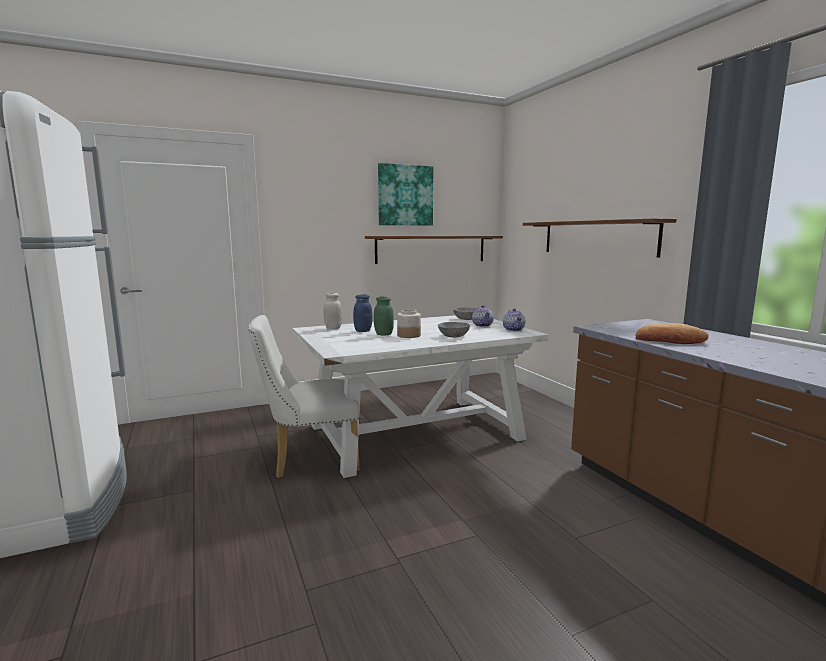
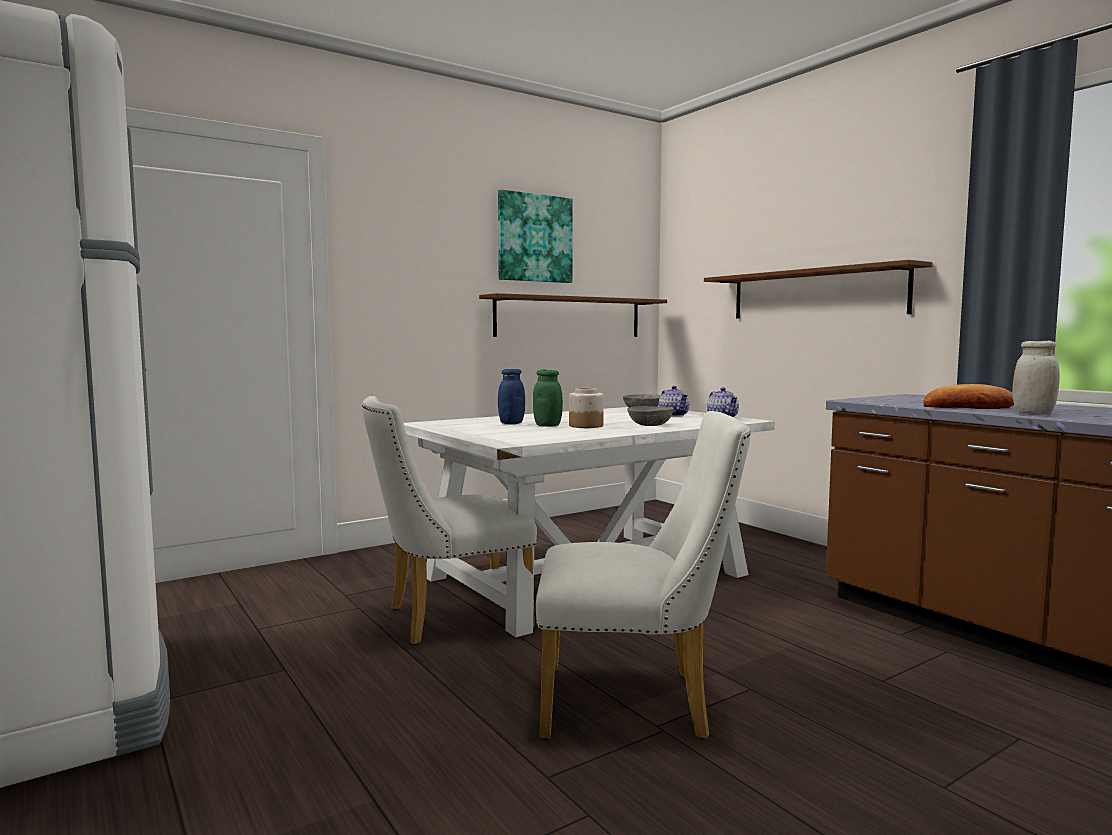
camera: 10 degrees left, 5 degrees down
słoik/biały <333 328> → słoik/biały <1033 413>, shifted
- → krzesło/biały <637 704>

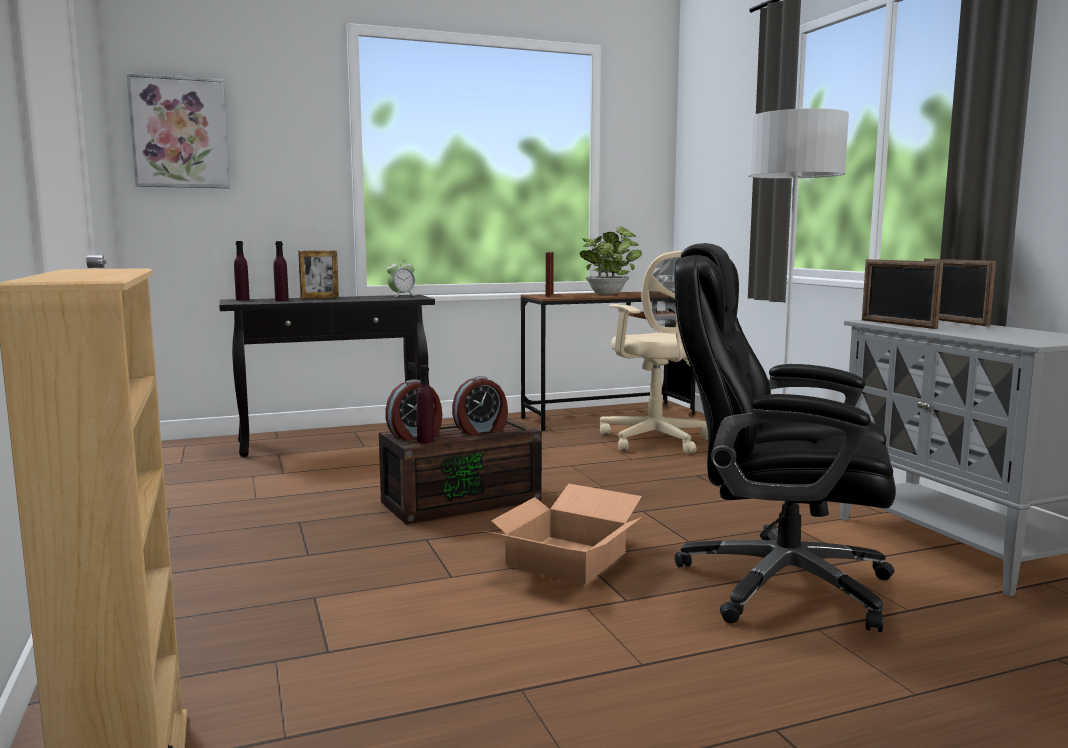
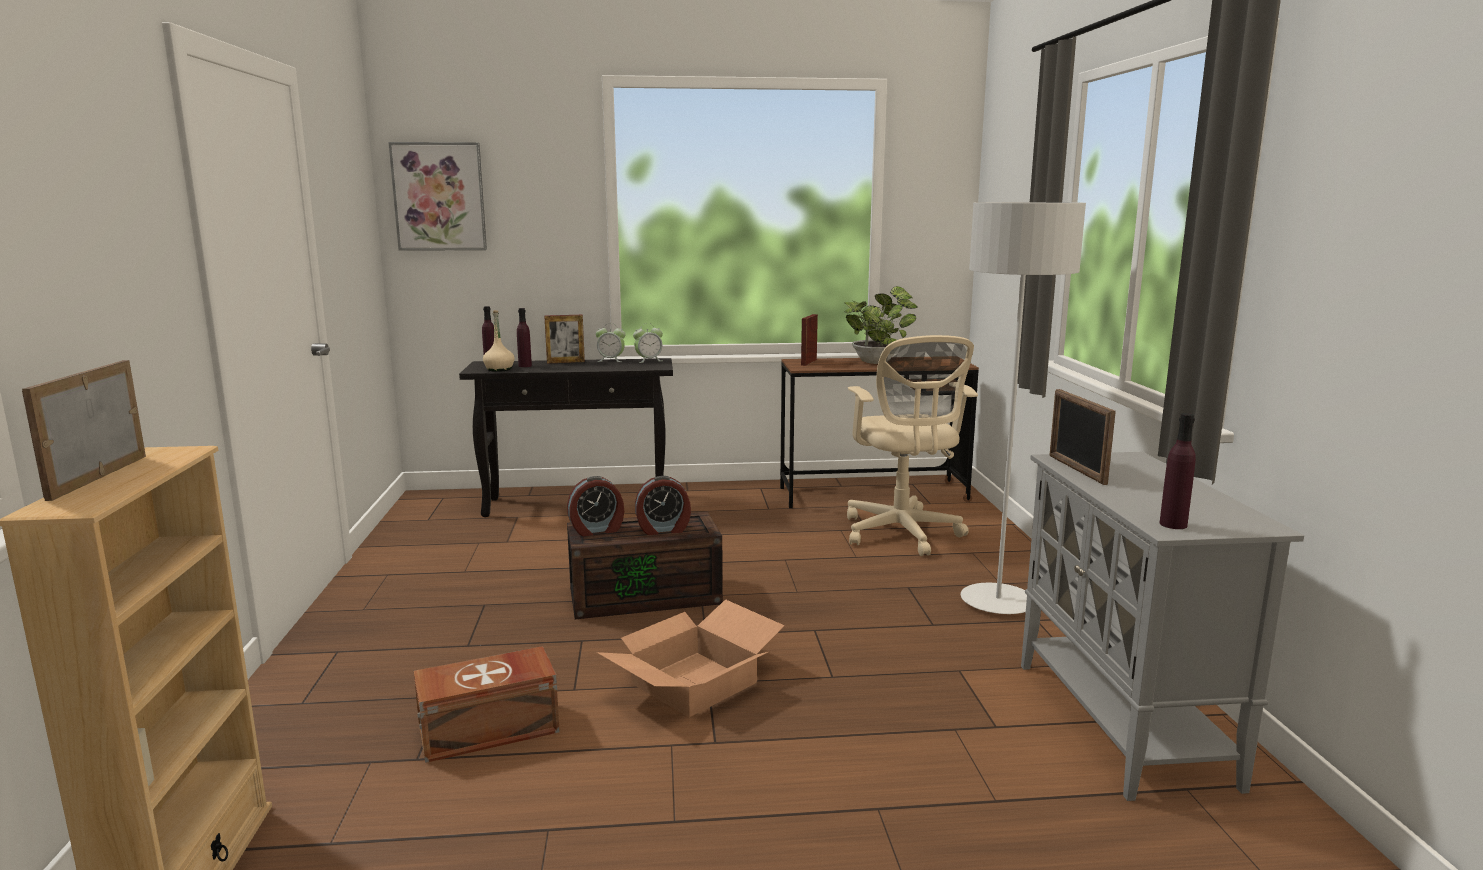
camera: 15 degrees right, 5 degrees up
butelka/fioletowy <425 441> → butelka/fioletowy <1173 524>, shifted
krzesło biurowe/czarny <778 584> → -
ramka na zdjęcie <952 321> → ramka na zdjęcie <98 477>, shifted
- → pojemnik do przechowywania/brązowy <491 730>
- → butelka/beżowy <499 369>
- → budzik <611 360>

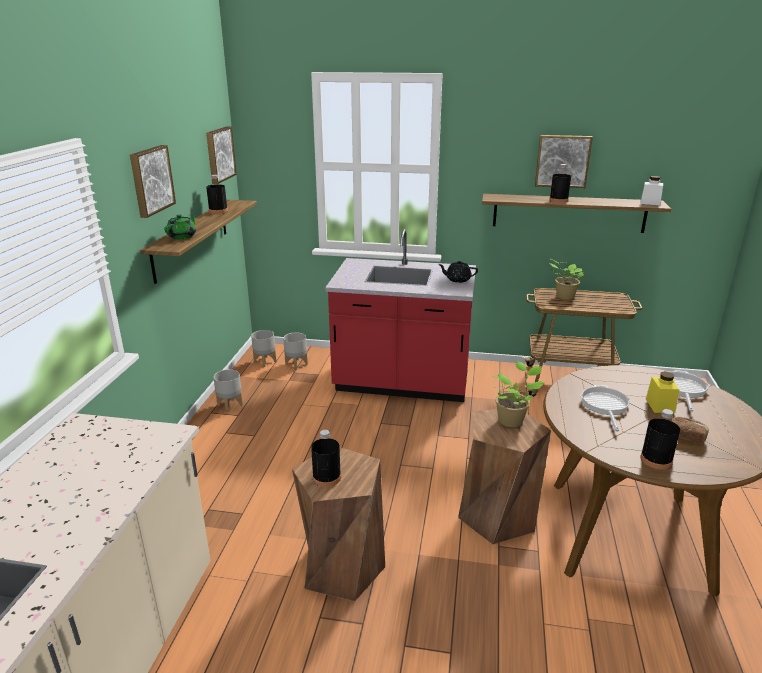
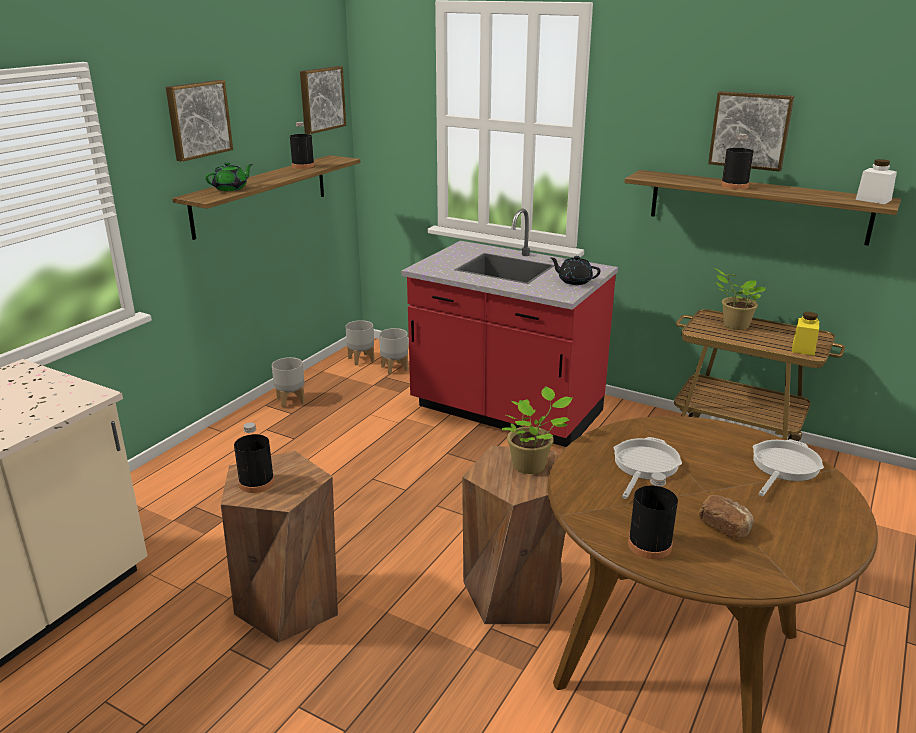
camera: 20 degrees right, 0 degrees up
słoik/żółty <660 406> → słoik/żółty <803 348>, shifted

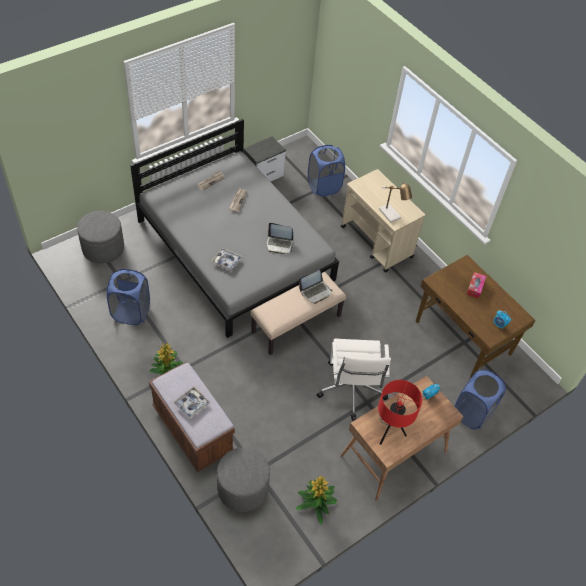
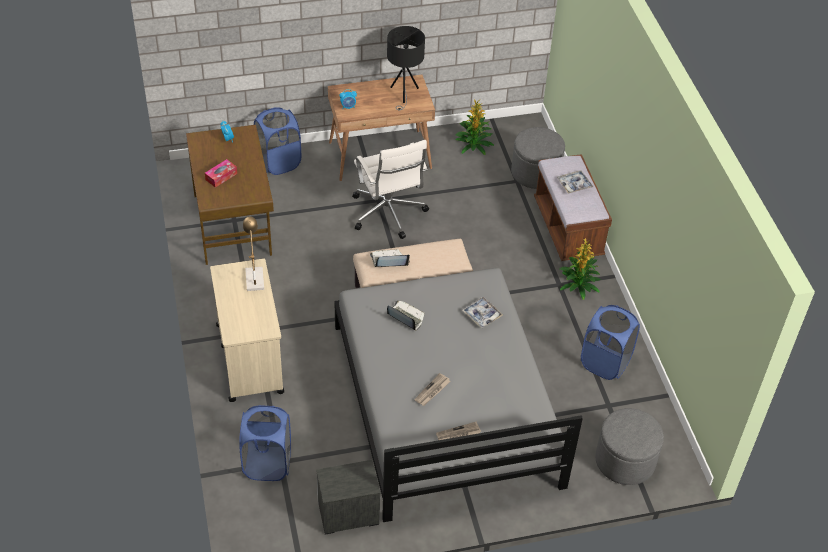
camera: 155 degrees left, 5 degrees down
krzesło biurowe/biały <351 390> → krzesło biurowe/biały <388 214>, 135 degrees clockwise
lampa stołowa/czerwony <389 431> → lampa stołowa/czarny <403 94>

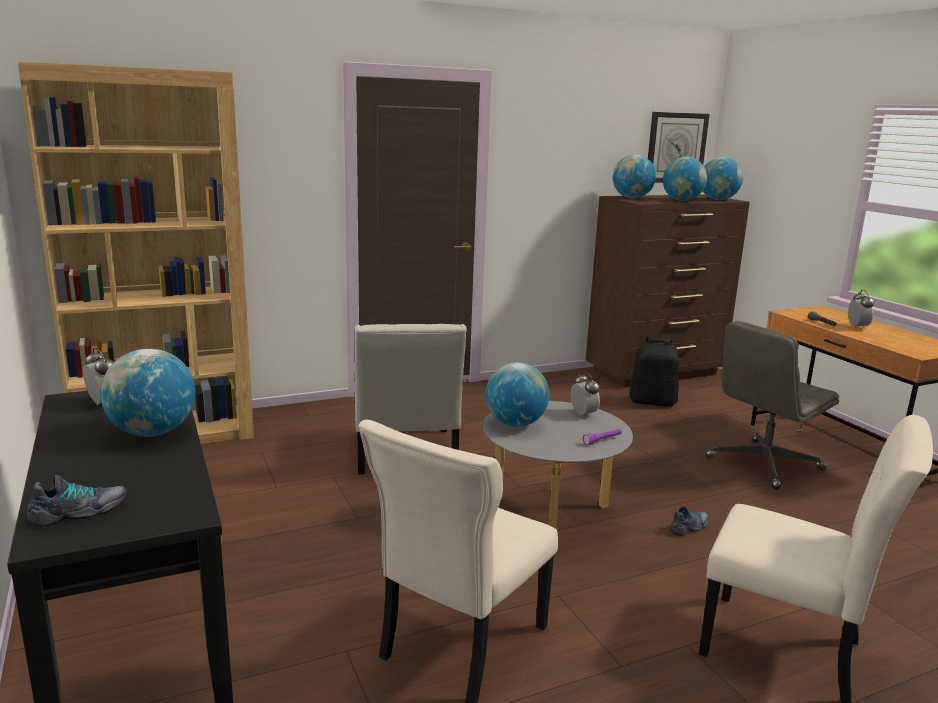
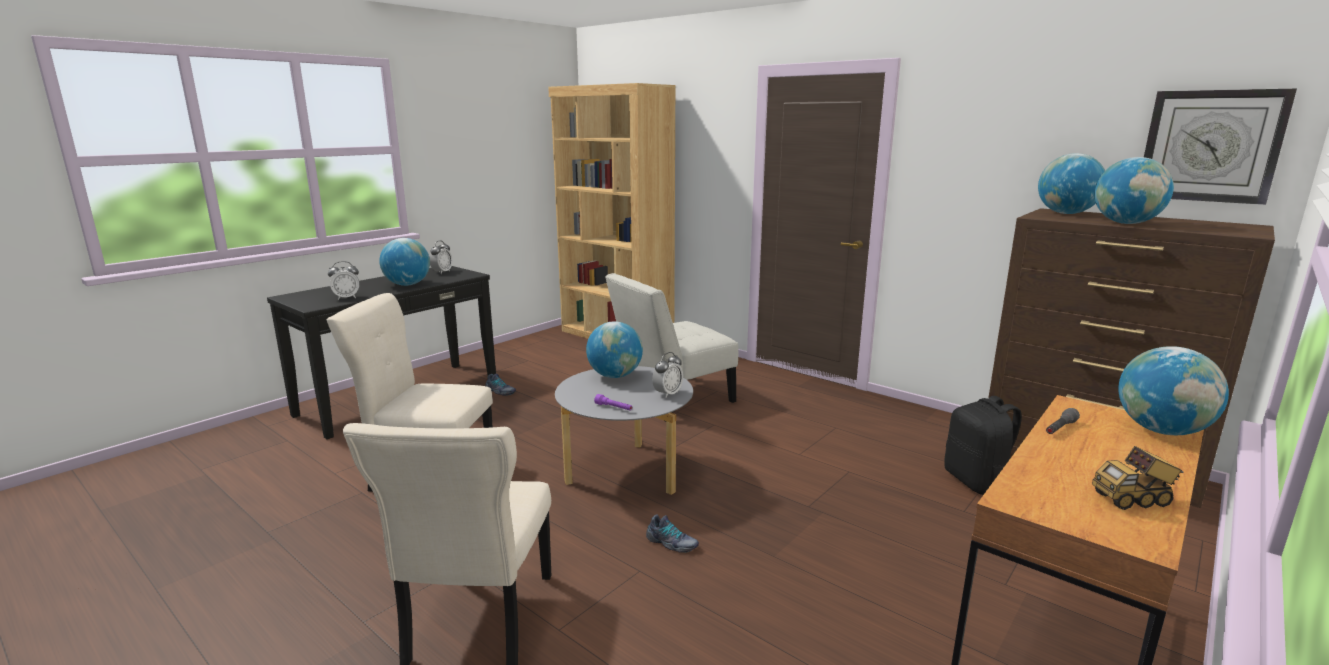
camera: 65 degrees right, 0 degrees up
but <80 512> → but <500 391>, shifted
globus <718 200> → globus <1161 431>, shifted
krzesło biurowe/szary <763 464> → -
budzik <857 327> → budzik <347 298>, shifted
- → ciężarówka zabawkowa <1133 499>

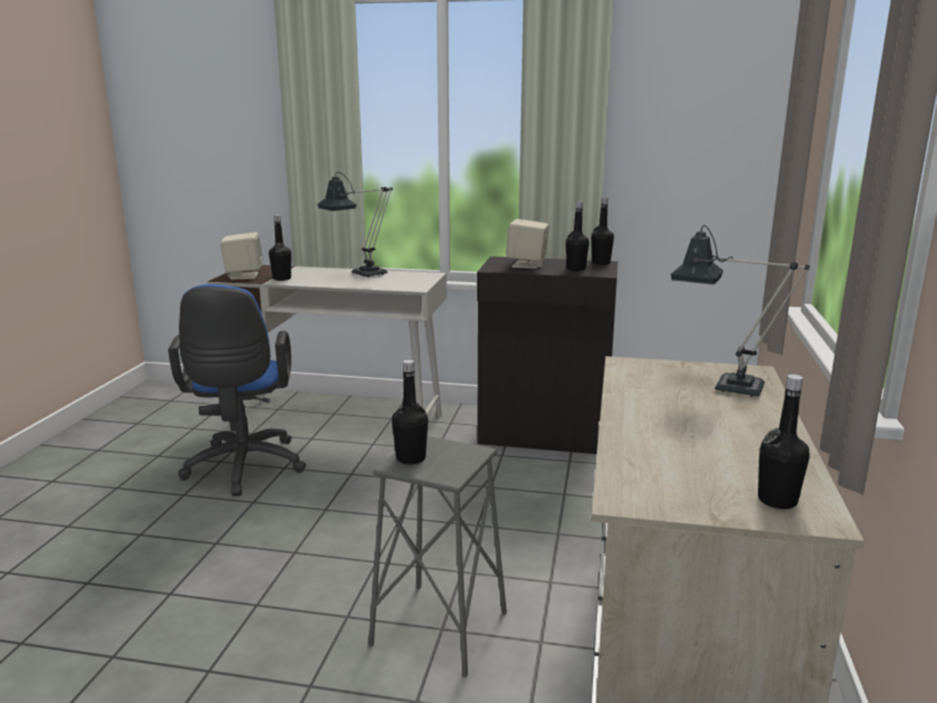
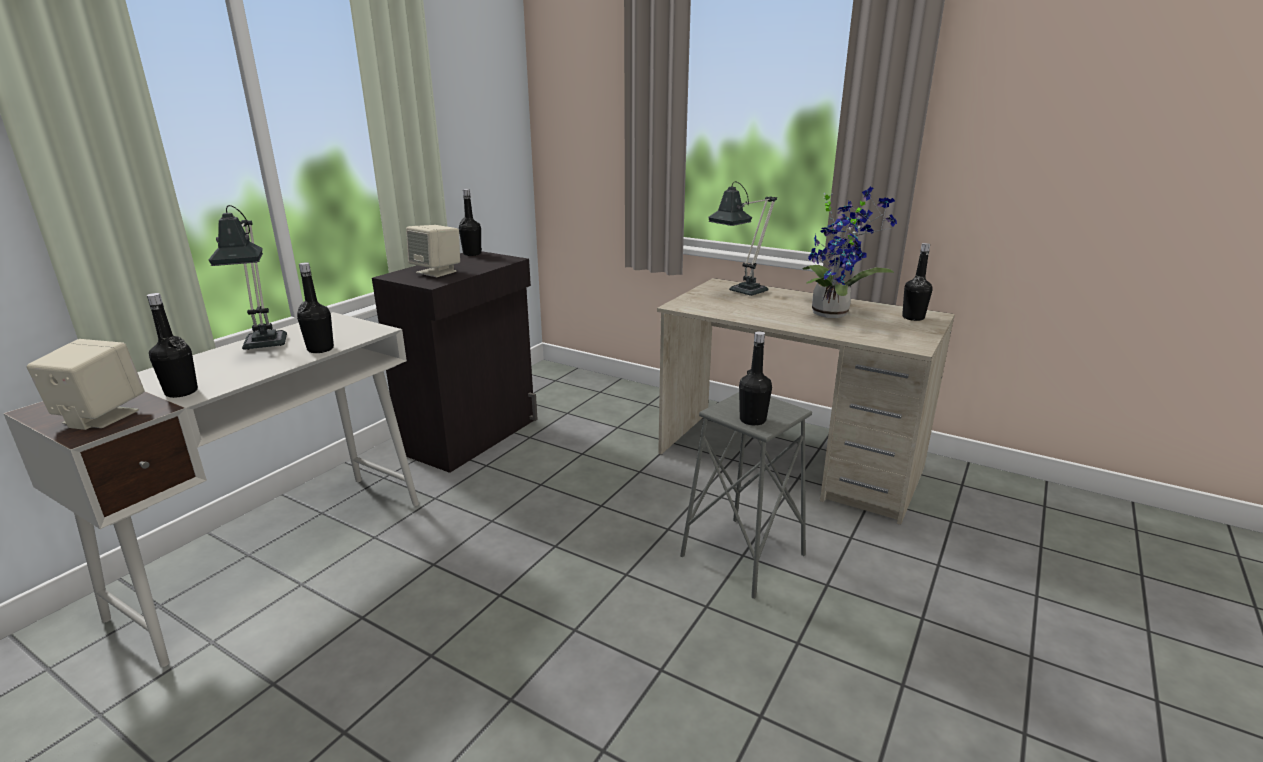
camera: 70 degrees left, 5 degrees up
krzesło biurowe/niebieski <244 469> → -
butelka/czarny <576 269> → butelka/czarny <320 349>, shifted
- → roślina doniczkowa <834 313>

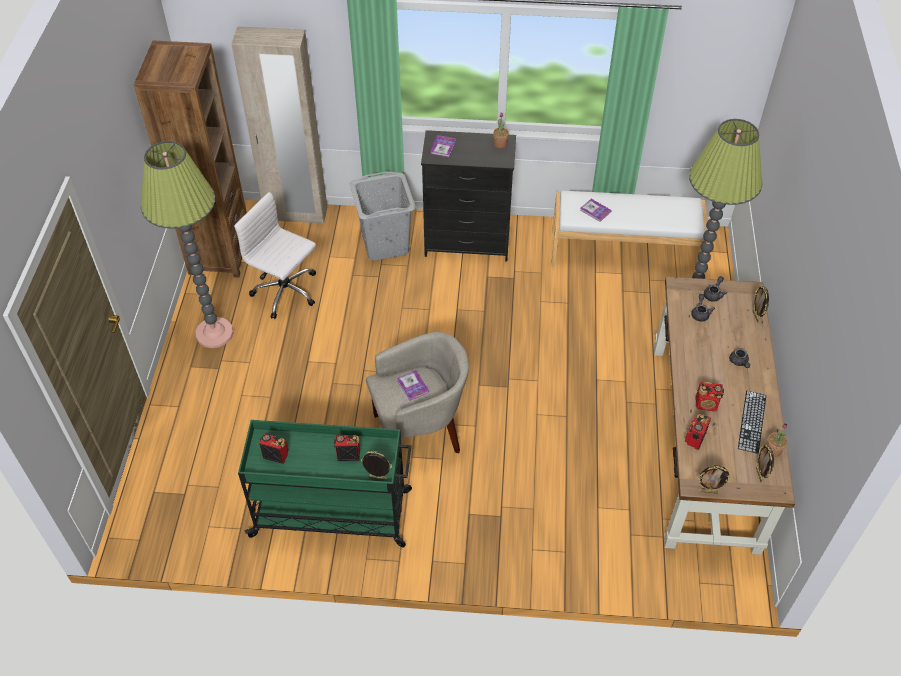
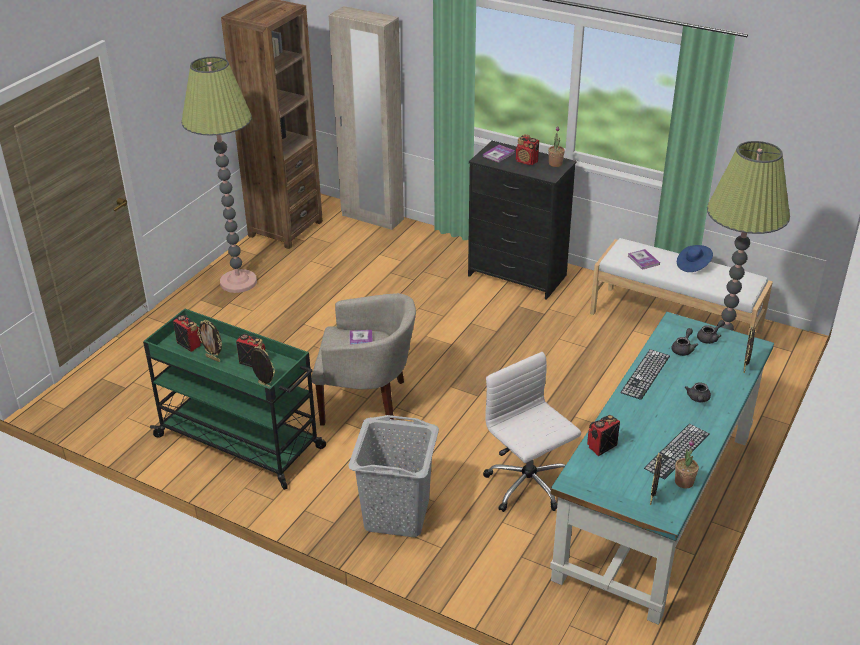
camera: 25 degrees right, 15 degrees down
krzesło biurowe/biały <286 292> → krzesło biurowe/biały <529 485>, shifted
kosz na pranie/szary <385 244> → kosz na pranie/szary <396 515>, shifted
biurko/brązowy <704 444> → biurko/turkusowy <656 505>
radio <706 404> → radio <527 161>, shifted
ramka na zdjęcie <708 491> → ramka na zdjęcie <213 358>, shifted
- → klawiatura <645 374>
- → kapelusz/niebieski <693 265>

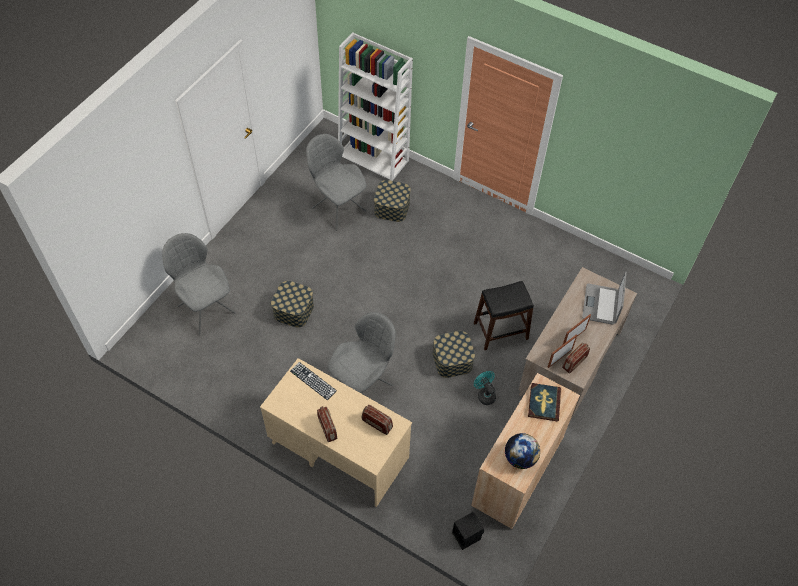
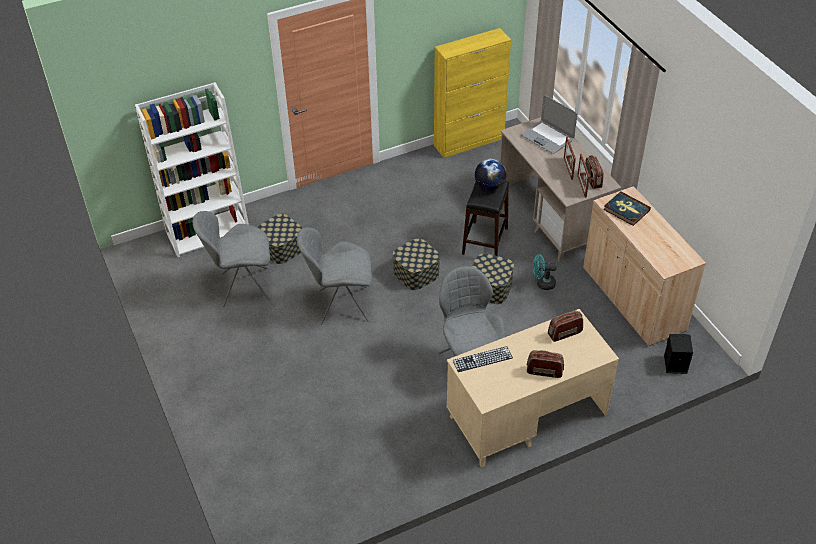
camera: 55 degrees left, 10 degrees down
krzesło/szary <205 308> → krzesło/szary <341 305>, shifted
pojemnik do przechowywania <293 310> → pojemnik do przechowywania <416 273>, shifted
globus <520 458> → globus <490 186>, shifted
- → szafka/żółty <469 142>

